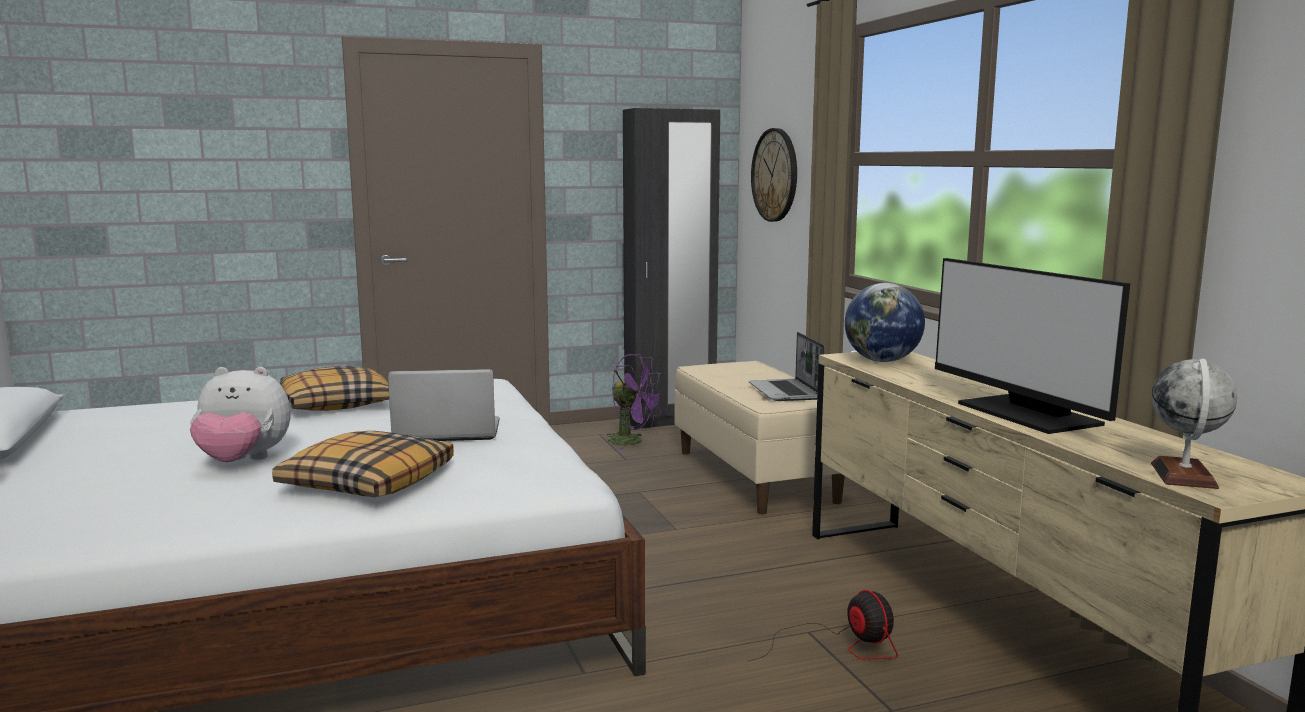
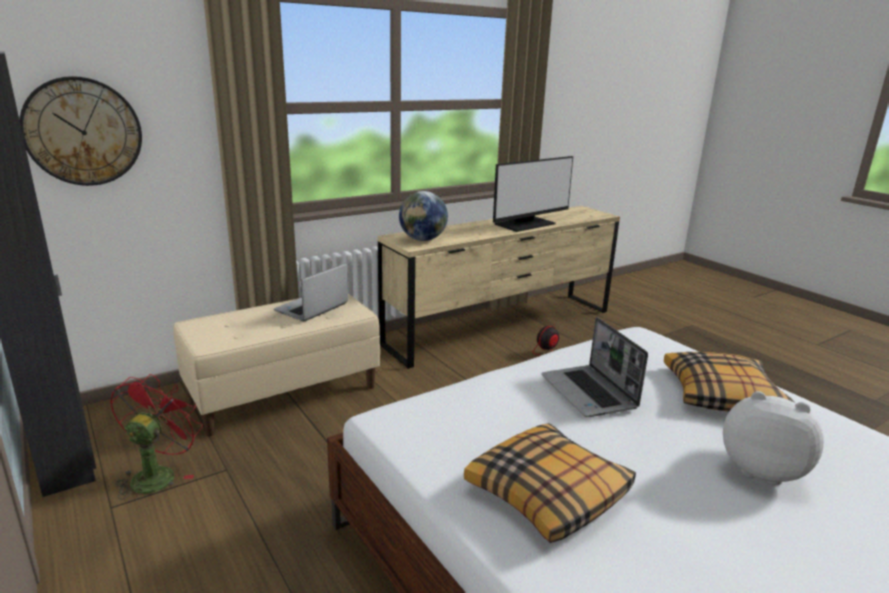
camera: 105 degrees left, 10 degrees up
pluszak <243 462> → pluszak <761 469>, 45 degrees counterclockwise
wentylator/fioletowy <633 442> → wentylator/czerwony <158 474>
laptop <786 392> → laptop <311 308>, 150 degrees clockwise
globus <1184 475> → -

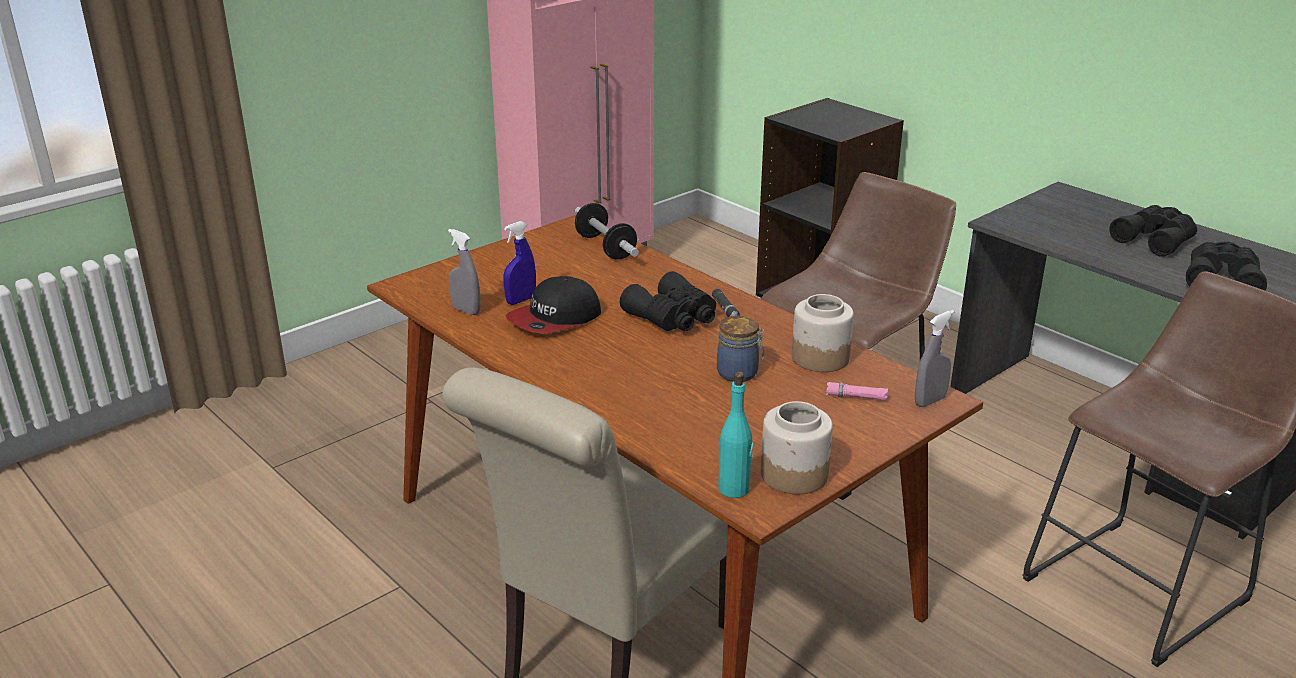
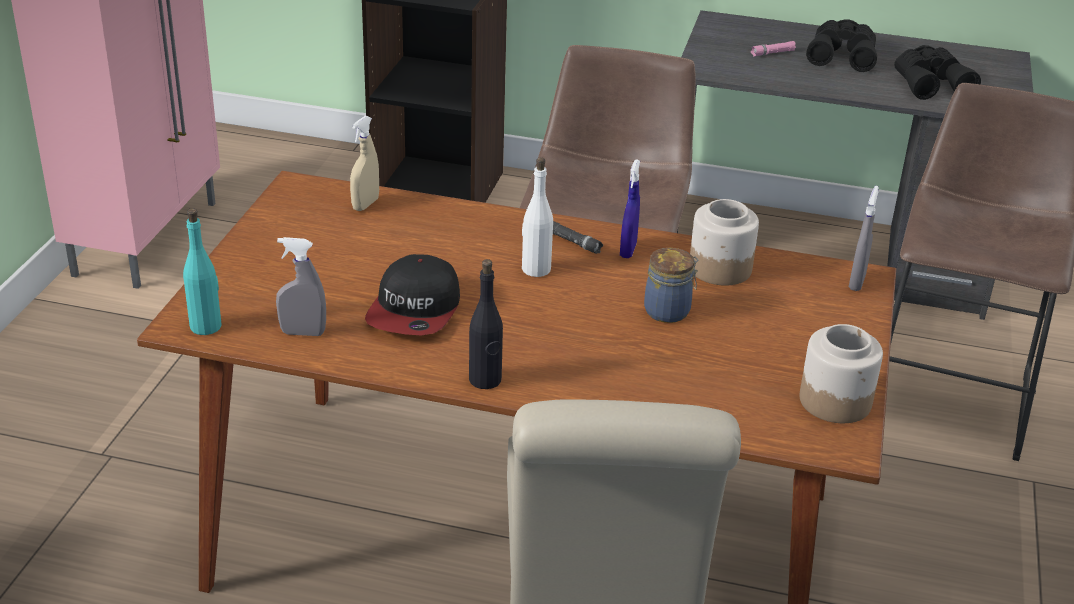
camera: 35 degrees left, 5 degrees up
spryskiwacz/niebieski <521 300> → spryskiwacz/niebieski <628 250>, shifted
hantel <605 247> → spryskiwacz/beżowy <365 204>
lornetka/czarny <673 318> → butelka/biały <535 269>
butelka/turkusowy <734 489> → butelka/turkusowy <206 326>, shifted
latarka/różowy <856 397> → latarka/różowy <772 53>, shifted
- → butelka/czarny <485 380>

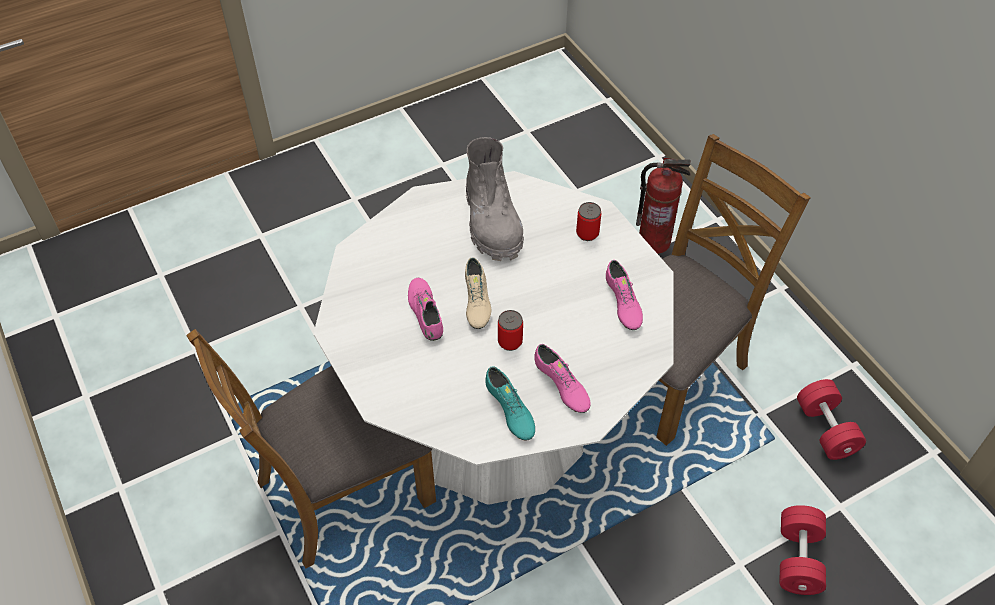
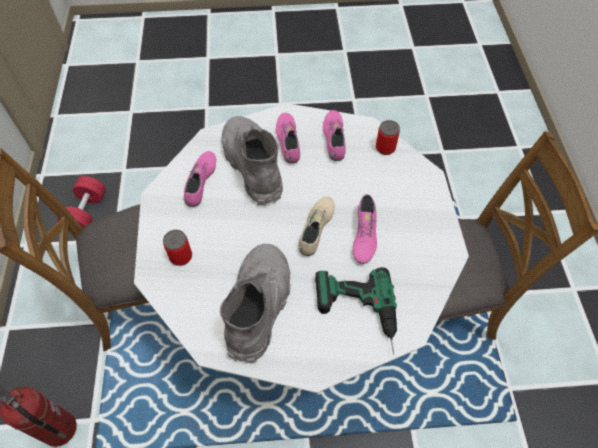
camera: 155 degrees left, 5 degrees up
but/turkusowy <509 411> → but/różowy <334 139>
puszka <510 341> → puszka <385 148>, shifted
hantel/czerwony <798 559> → -
- → but z cholewką/szary <253 166>
- → wiertarka <357 315>

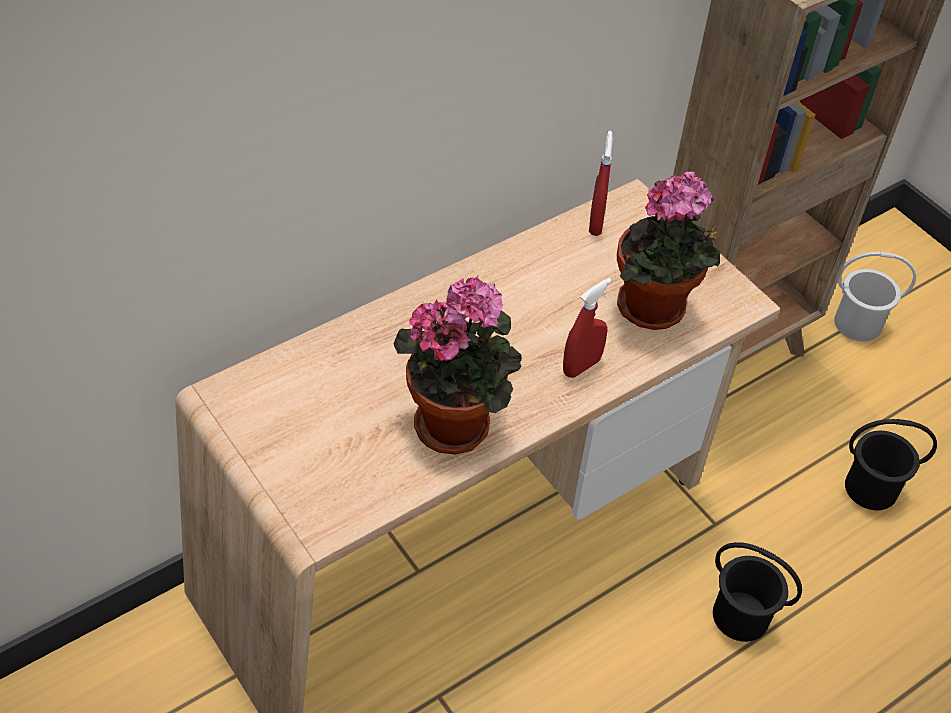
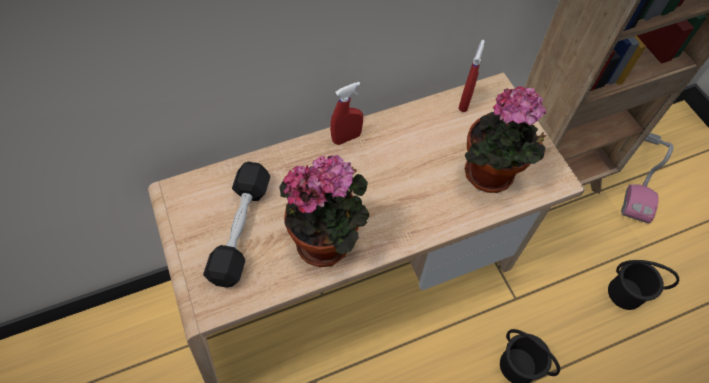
camera: 15 degrees right, 10 degrees up
spryskiwacz/czerwony <581 366> → spryskiwacz/czerwony <346 138>, shifted
wiadro/biały <857 323> → odkurzacz <641 176>
- → hantel/czarny <241 230>

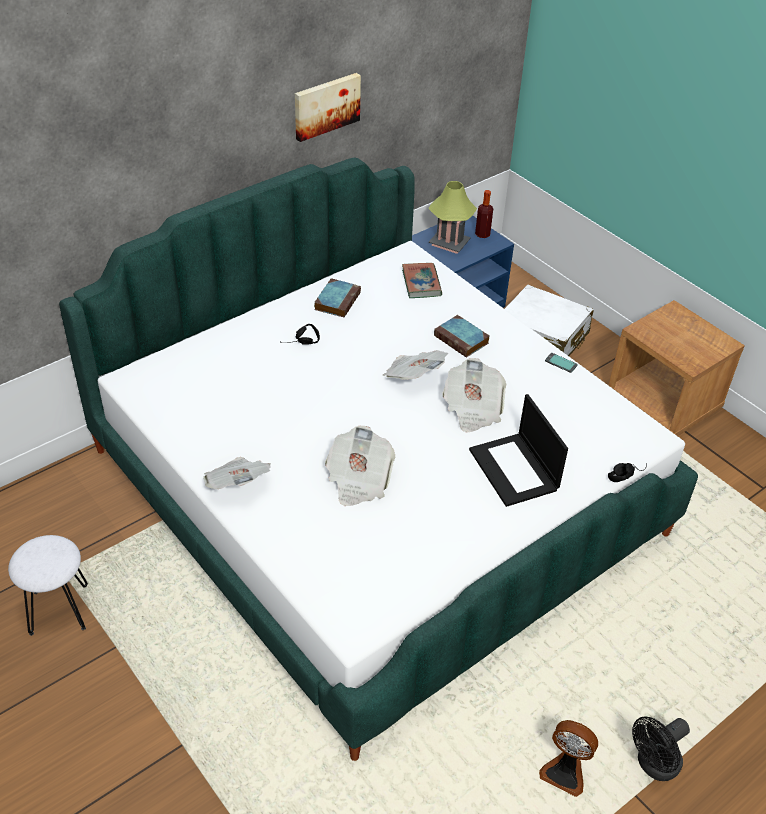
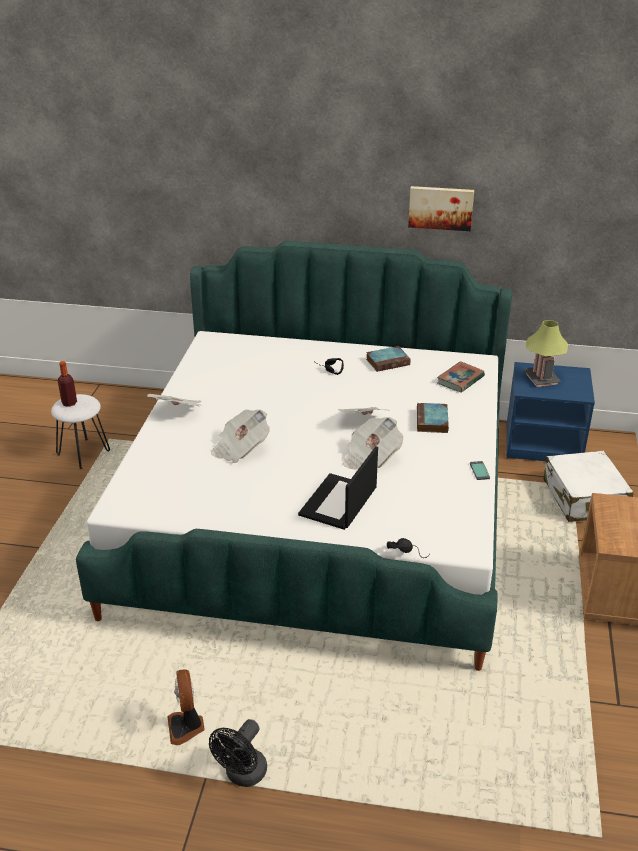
camera: 50 degrees right, 10 degrees down
butelka <482 234> → butelka <69 403>, shifted
wentylator/czarny <653 765> → wentylator/czarny <242 775>, 75 degrees counterclockwise

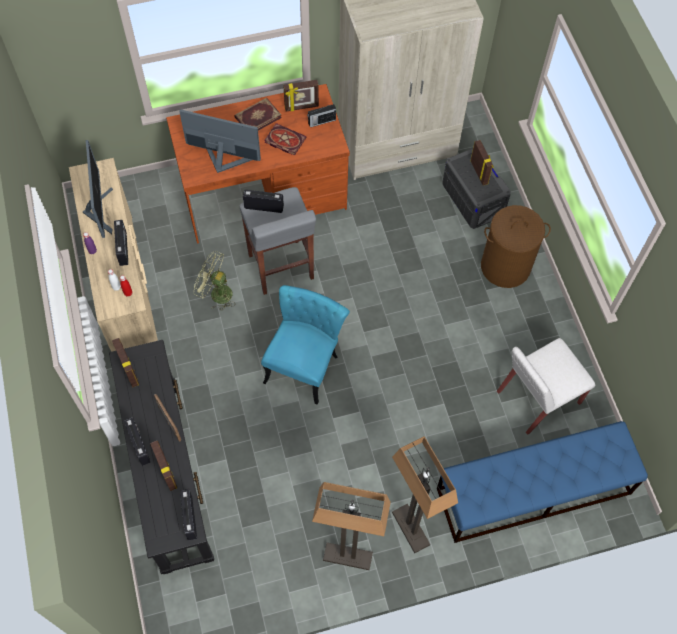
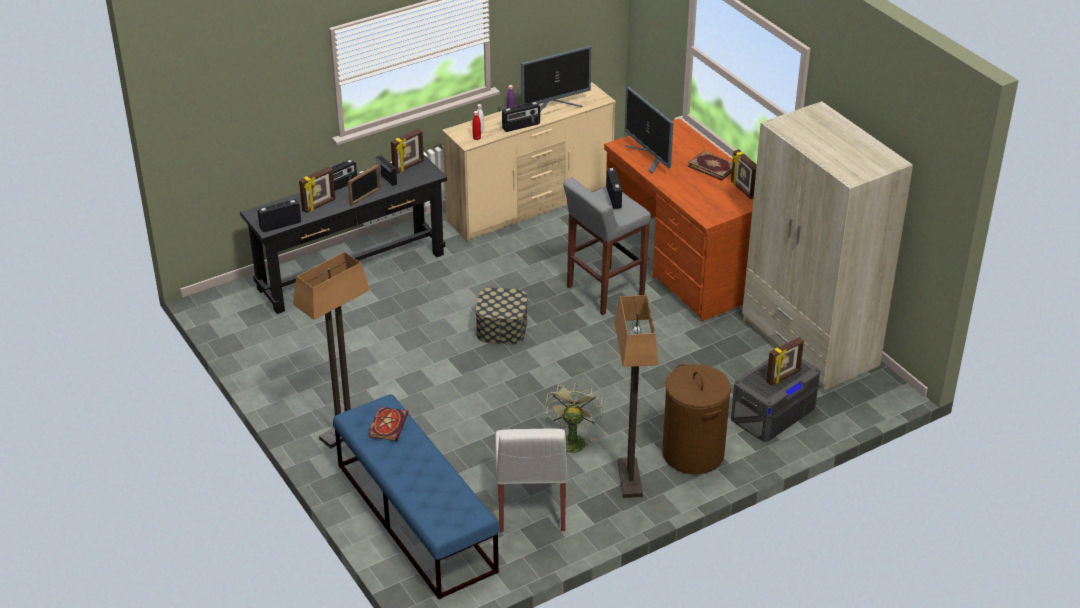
camera: 75 degrees right, 25 degrees down
monitor <223 160> → monitor <649 158>, 150 degrees clockwise
wentylator/zielony <216 293> → wentylator/zielony <571 440>, shifted
krzesło/turkusowy <305 362> → pojemnik do przechowywania <502 328>
książka <284 140> → książka <387 424>, shifted
radio <321 121> → radio <386 178>, shifted
lampa stojąca <348 556> → lampa stojąca <630 479>, shifted
krzesło/biały <537 398> → krzesło/biały <531 504>, 135 degrees counterclockwise

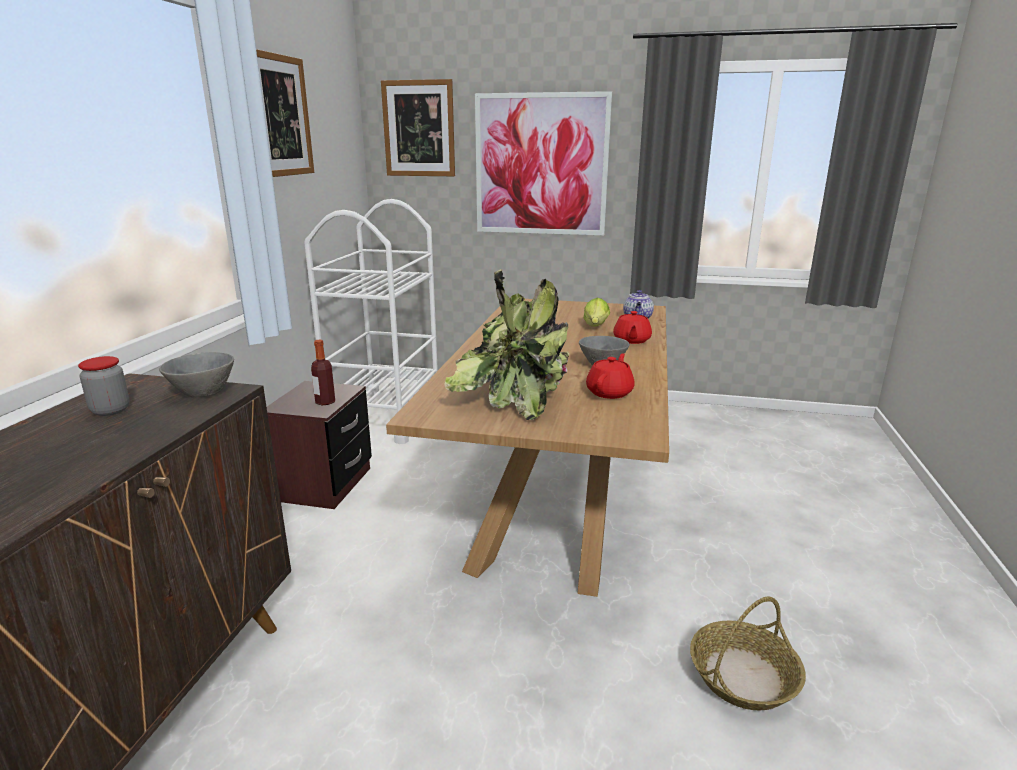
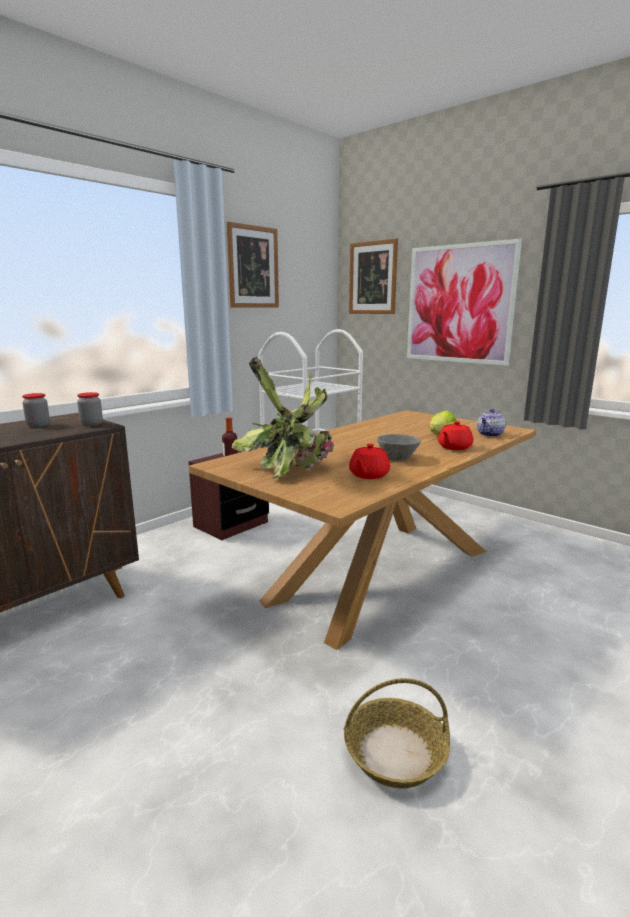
camera: 30 degrees right, 5 degrees down
miska/szary <203 391> → słoik <91 424>
imbryk/czerwony <610 392> → imbryk/czerwony <368 475>, 150 degrees clockwise

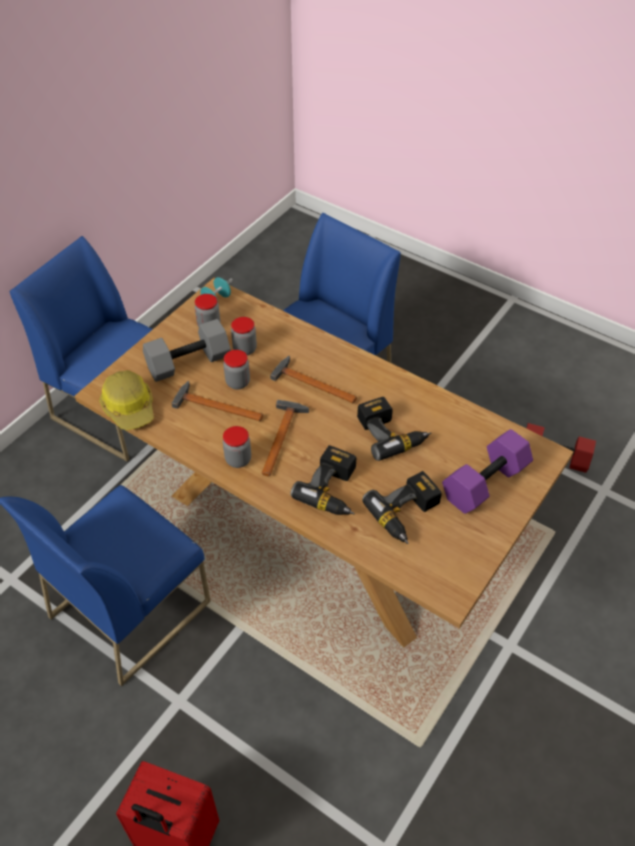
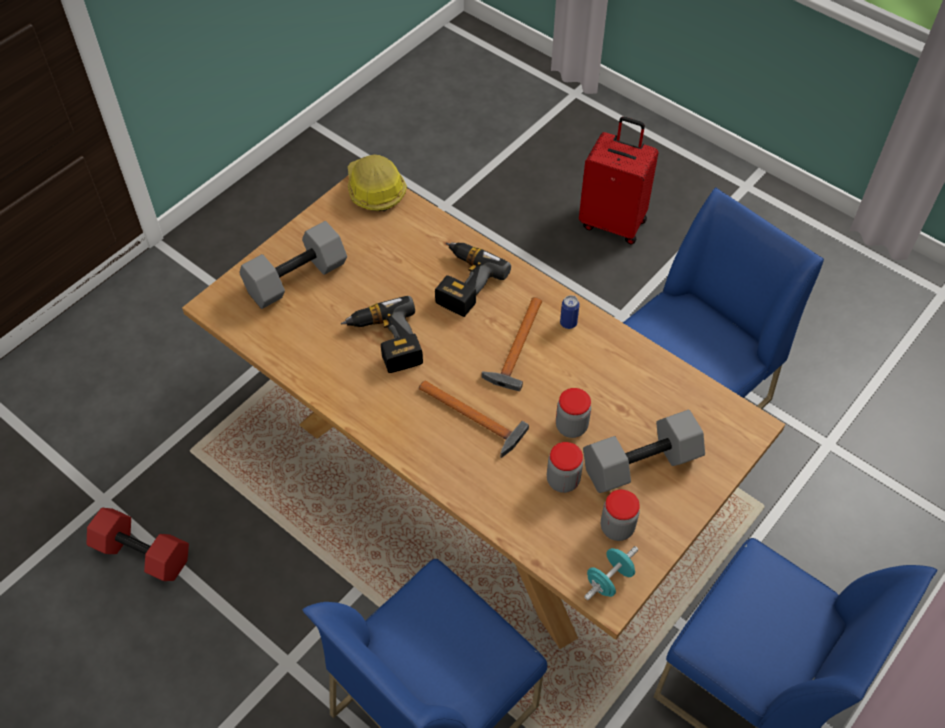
camera: 175 degrees left, 5 degrees up
kask <130 407> → kask <374 189>, shifted
młotek <215 406> → -
słoik <238 459> → puszka <568 323>
wiertarka <407 514> → -
hantel/fioletowy <484 481> → hantel/szary <296 280>

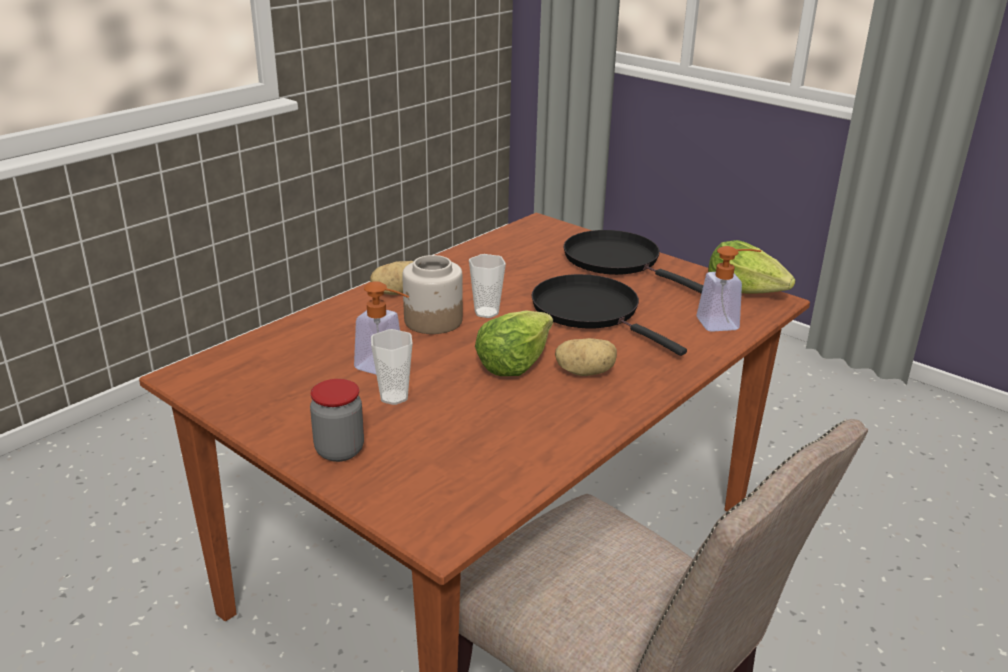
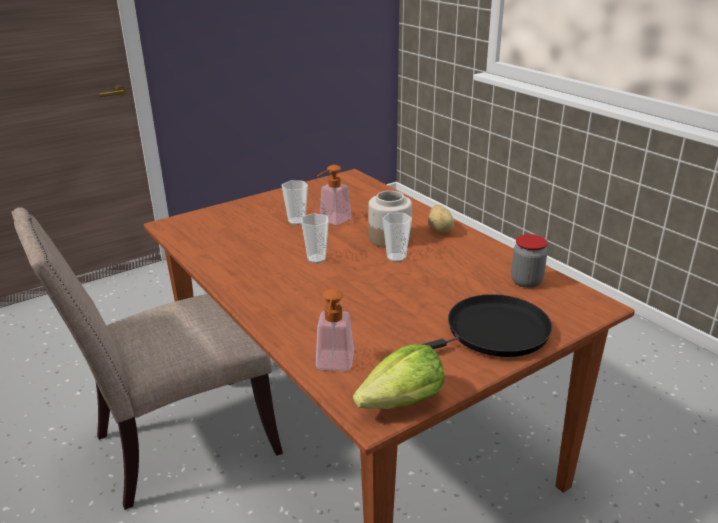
camera: 105 degrees right, 0 degrees up
słoik <339 450> → słoik <526 281>, shifted
sałata <513 363> → filiżanka <316 259>
patelnia/czarny <591 311> → -
ziemniak <585 372> → -

